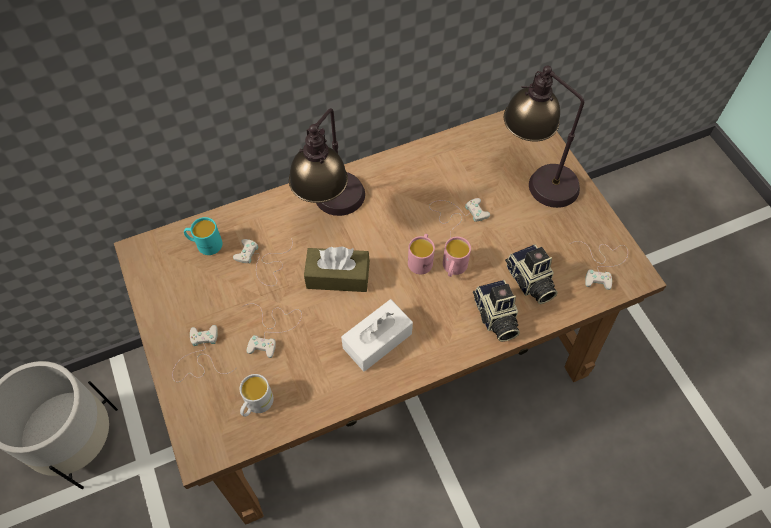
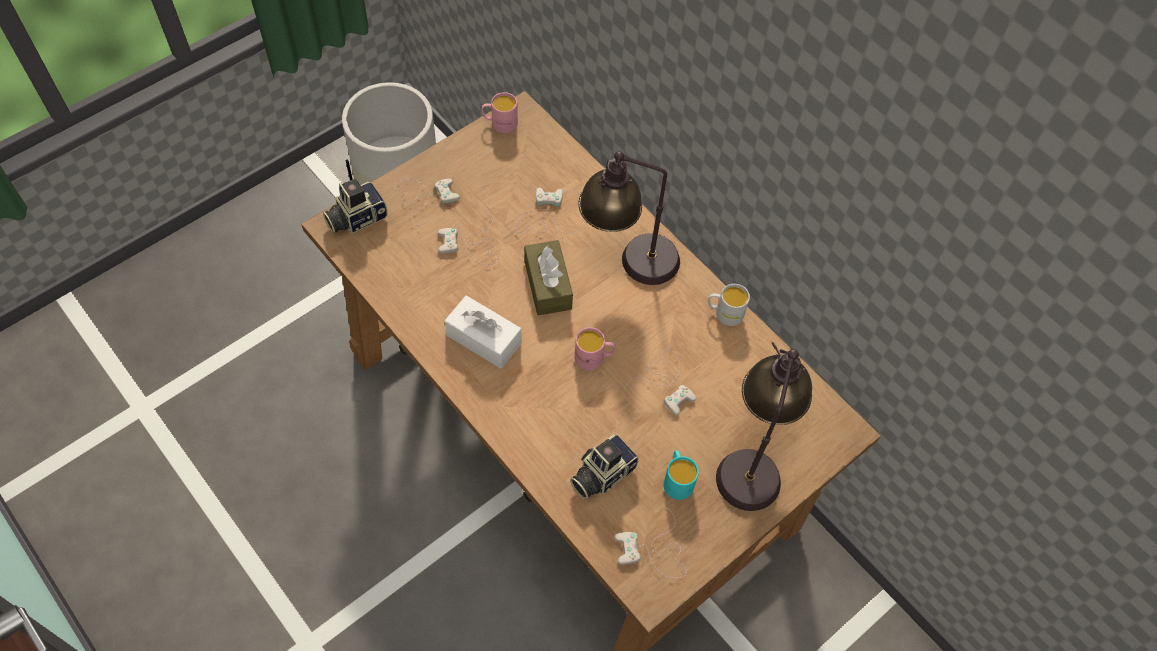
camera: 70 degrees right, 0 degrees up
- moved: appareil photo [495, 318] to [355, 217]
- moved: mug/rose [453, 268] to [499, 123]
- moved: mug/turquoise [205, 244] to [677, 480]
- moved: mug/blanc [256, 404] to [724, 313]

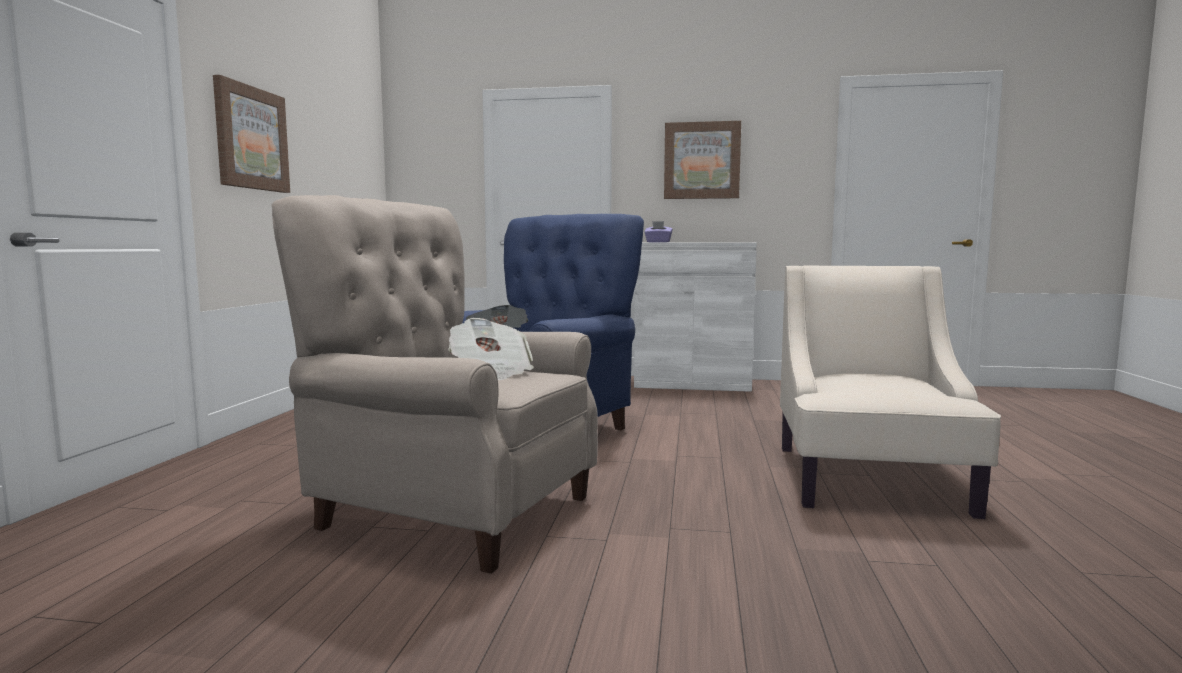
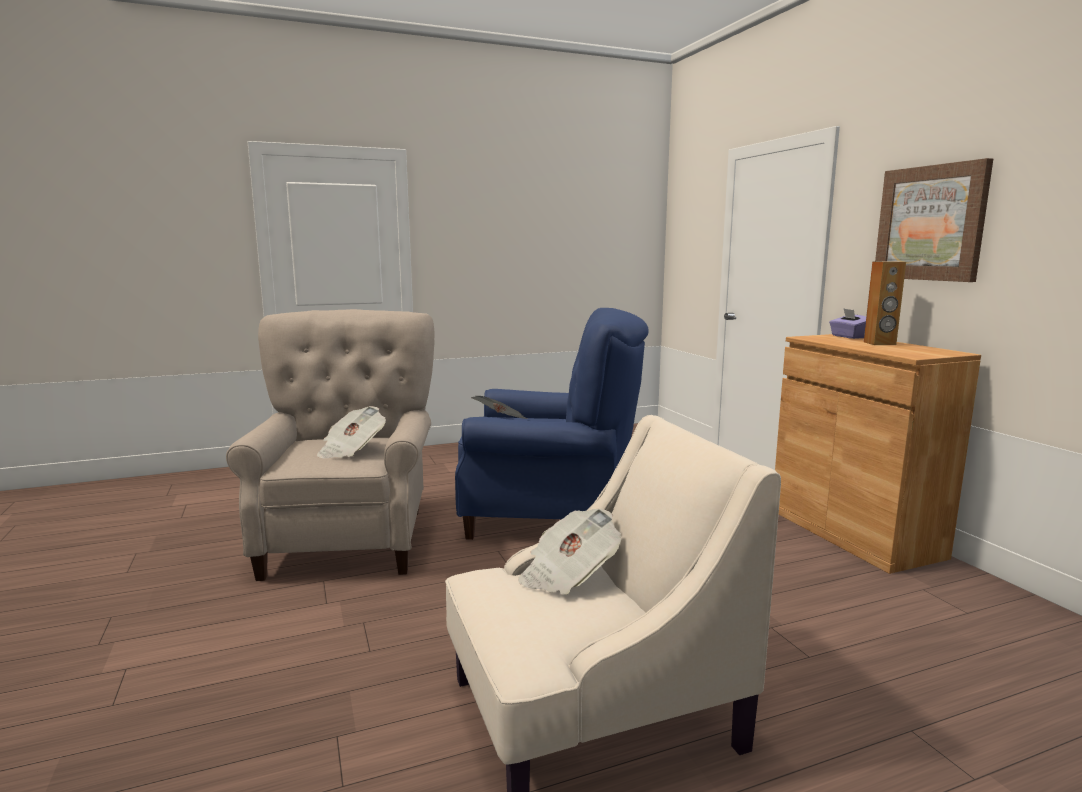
camera: 60 degrees right, 5 degrees up
- added: journal [567, 575]
- recoloured: meuble de rangement/blanc [692, 383] to meuble de rangement/marron [853, 533]
- added: enceinte/marron [879, 343]
- removed: tableau [251, 138]

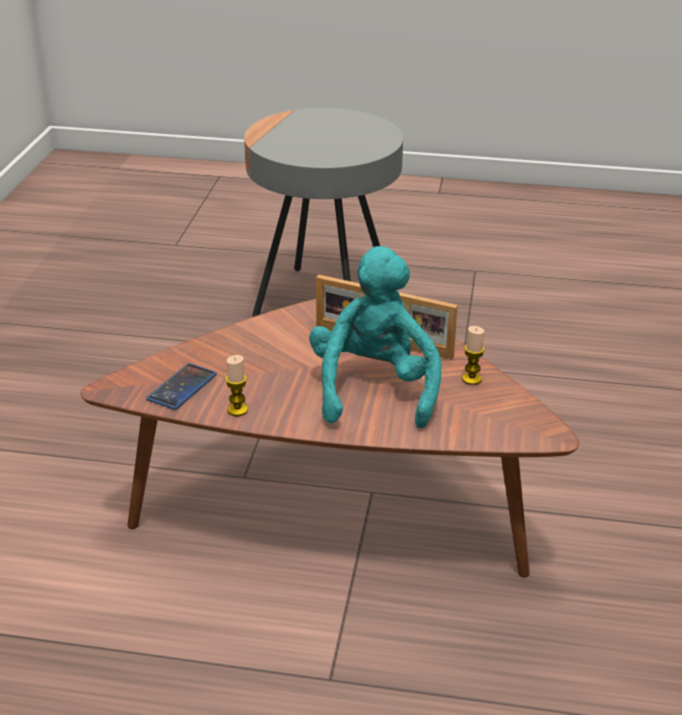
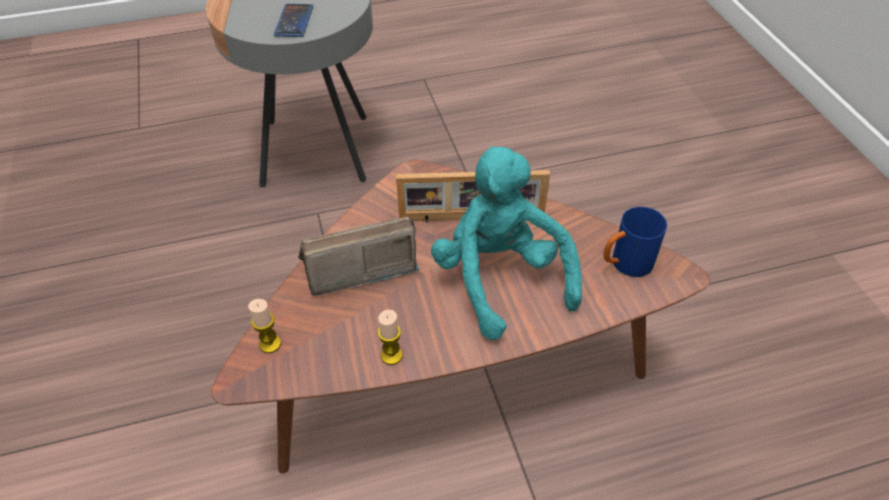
camera: 25 degrees left, 15 degrees up
- moved: bougie [471, 379] to [270, 344]
- moved: téléphone [182, 387] to [294, 21]
- added: radio [356, 268]
- added: mug/bleu [625, 265]

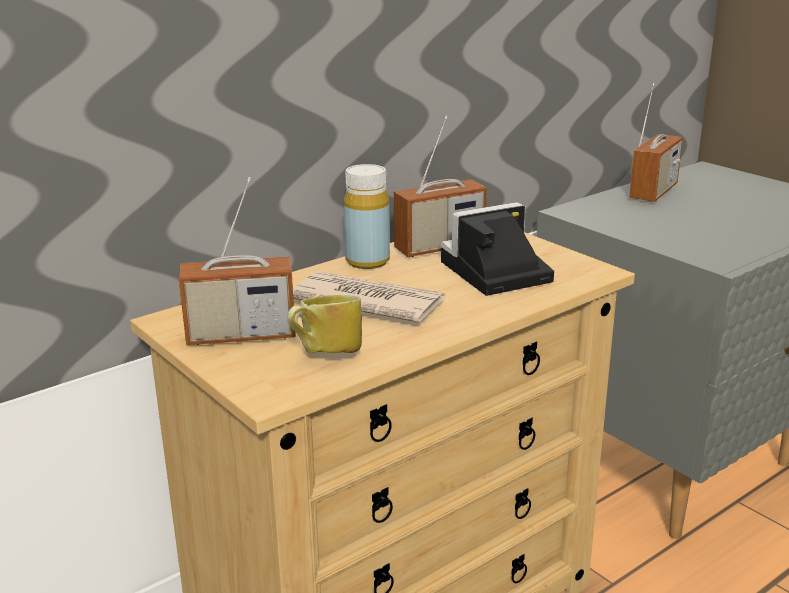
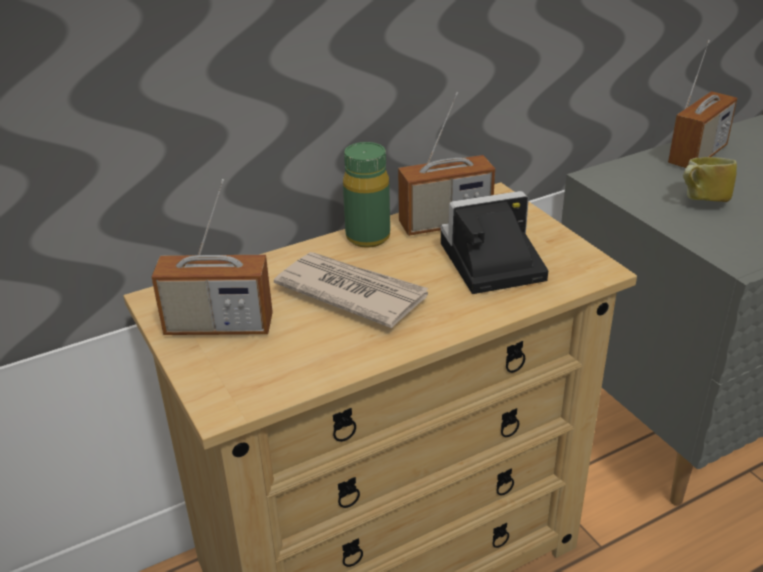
camera: 10 degrees right, 10 degrees up
- recoloured: bouteille/jaune [367, 261] to bouteille/vert [368, 237]
- moved: mug [325, 355] to [700, 202]

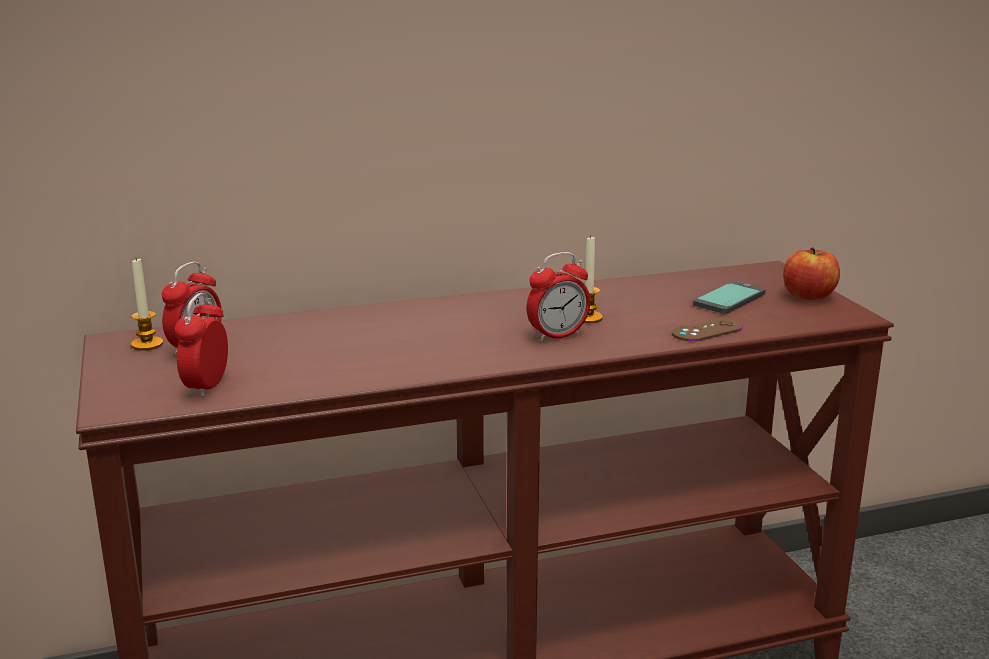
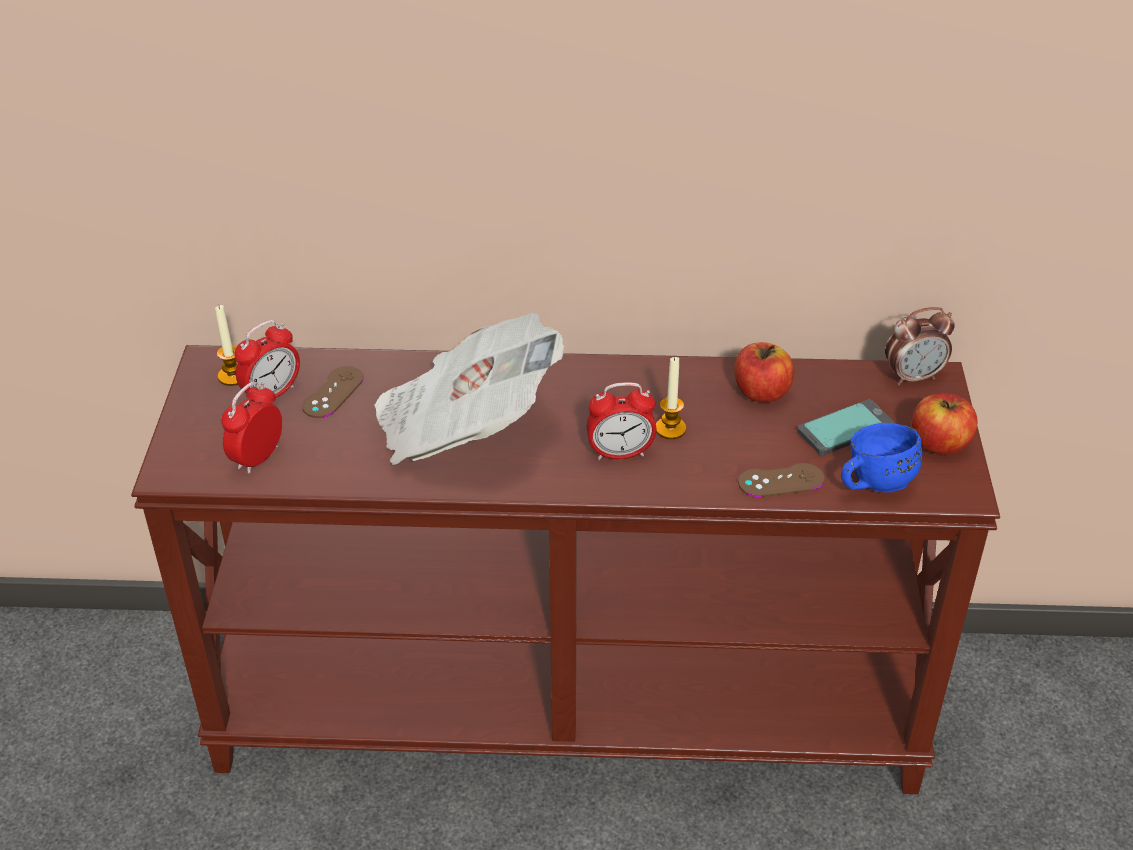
camera: 20 degrees right, 20 degrees up
- added: manette/marron [333, 392]
- added: journal [464, 426]
- added: pomme [761, 392]
- added: mug/bleu [871, 482]
- added: réveil [913, 377]

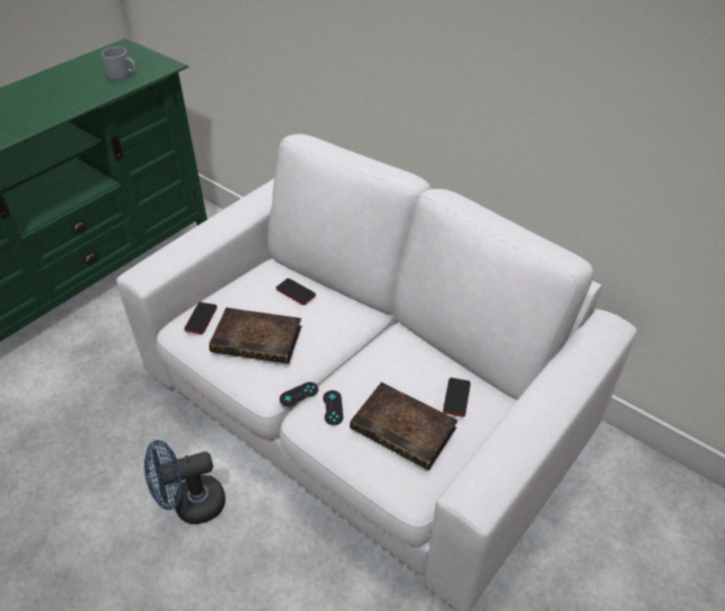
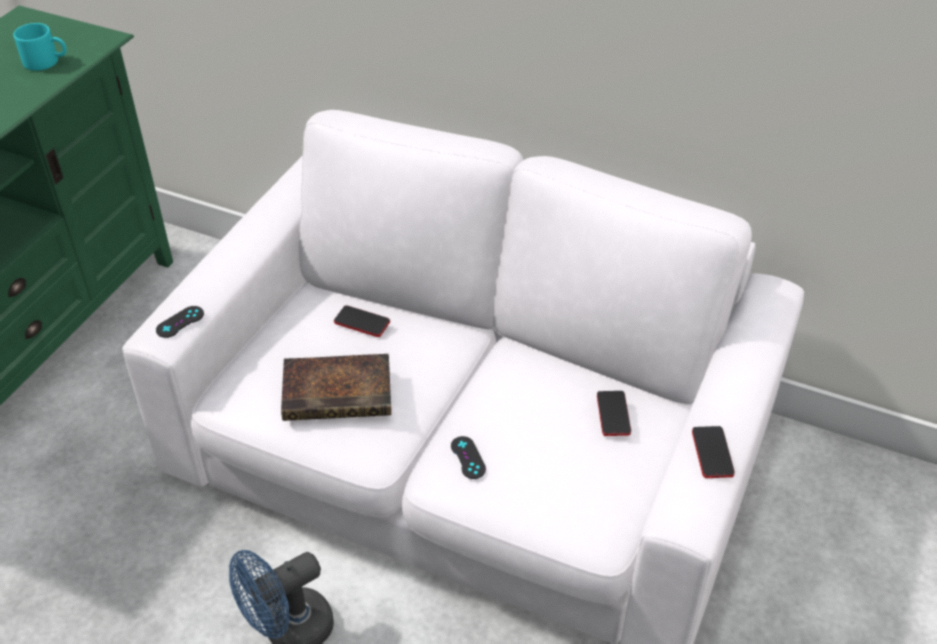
camera: 15 degrees left, 0 degrees up
- recoloured: mug/gris [124, 75] to mug/turquoise [47, 61]
- moved: manette/noir [299, 394] to [180, 322]
- moved: téléphone [201, 318] to [712, 453]
- removed: livre [406, 429]

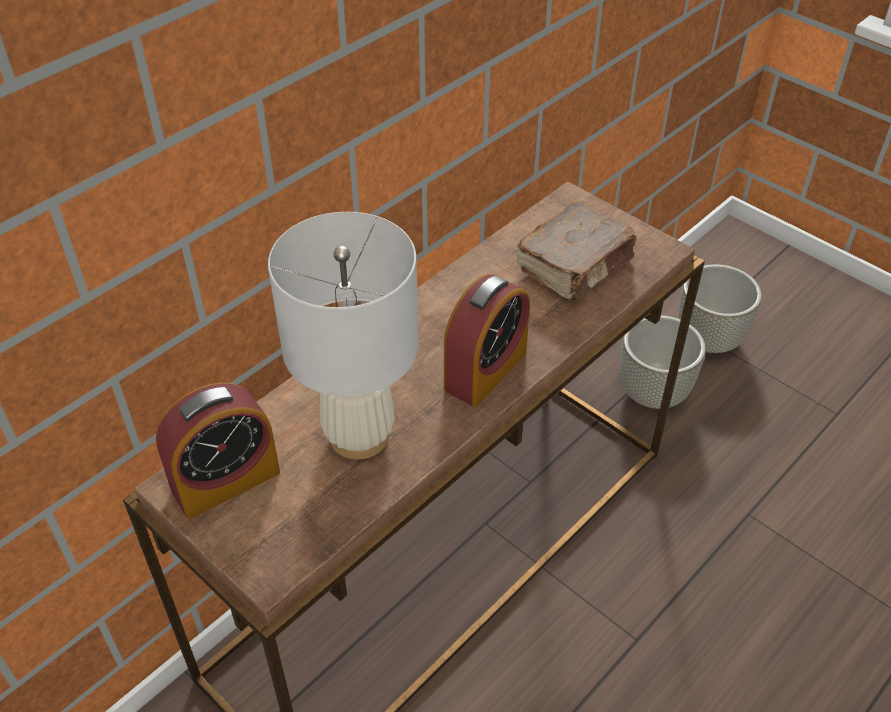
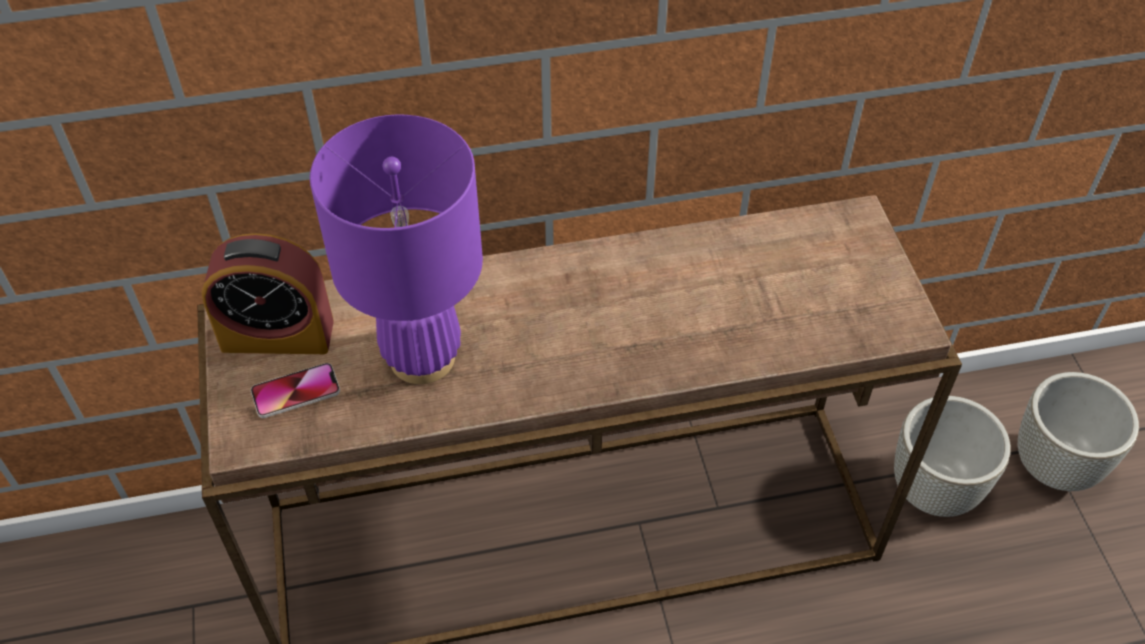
camera: 35 degrees right, 5 degrees up
- added: téléphone [296, 392]
- recoloured: lampe de table/blanc [359, 435] to lampe de table/violet [423, 357]
- removed: réveil [485, 370]
- removed: livre/marron [576, 266]

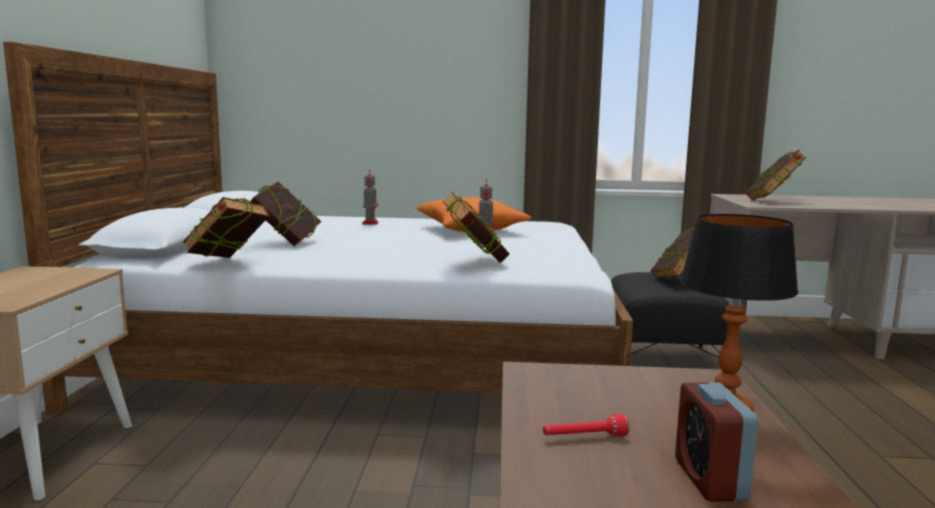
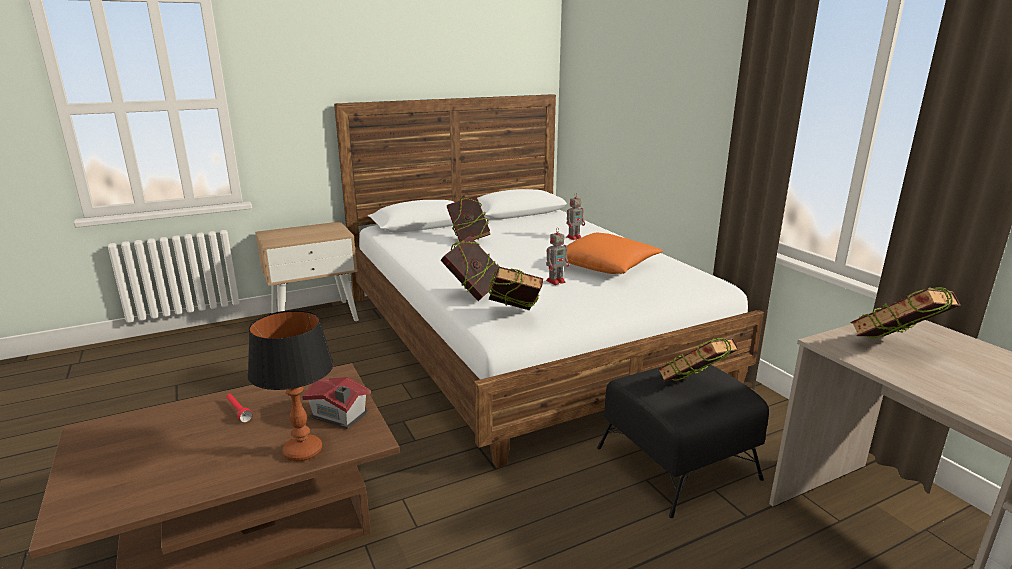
camera: 60 degrees right, 10 degrees up
- added: maison miniature [339, 416]
- moved: livre [228, 263] to [514, 317]
- removed: réveil [709, 480]

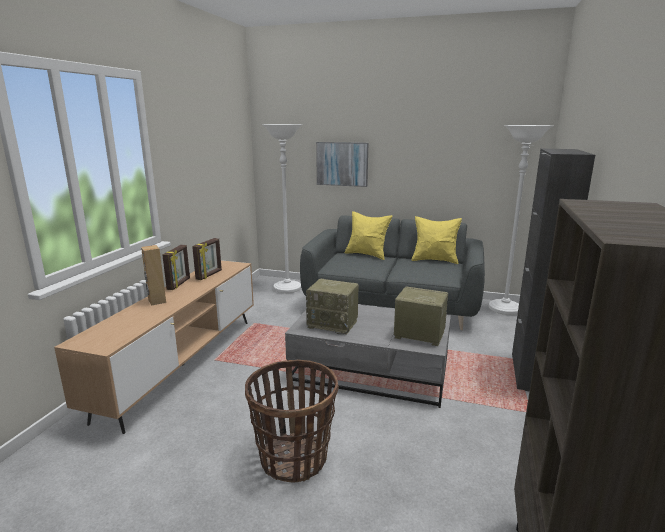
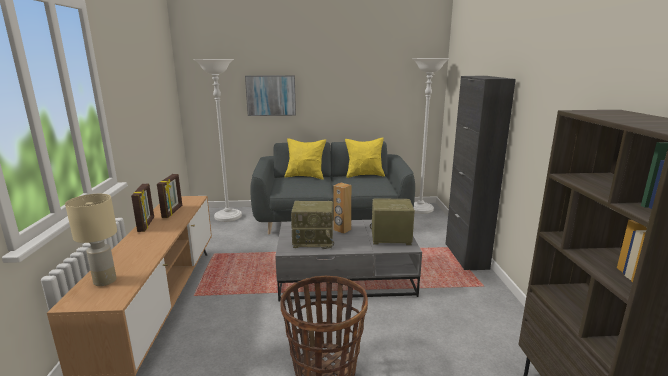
camera: 20 degrees left, 0 degrees up
- added: lampe de table/beige [104, 281]
- moved: enceinte/marron [156, 301] to [342, 230]

